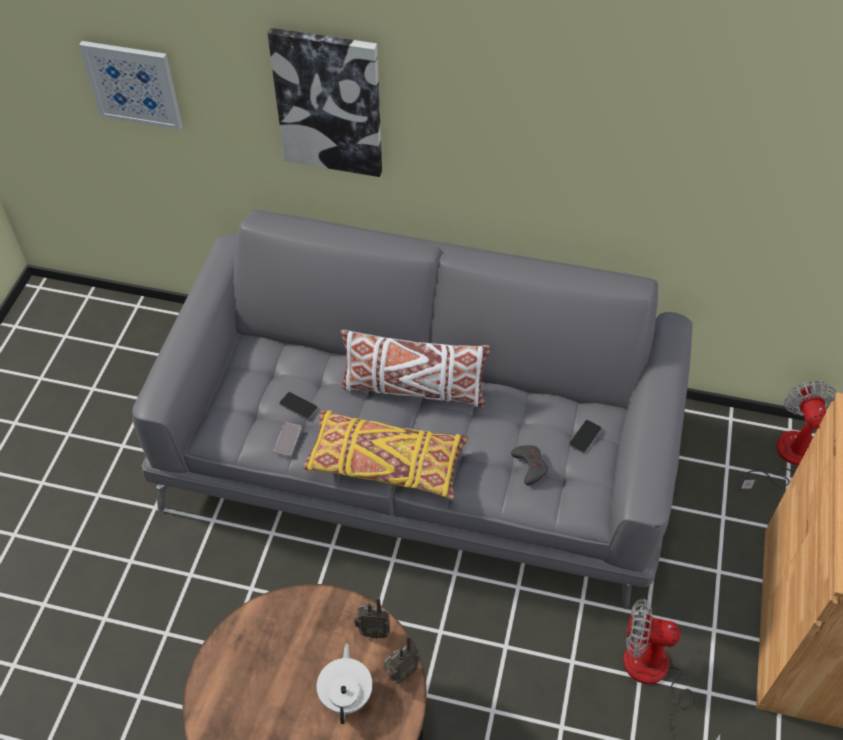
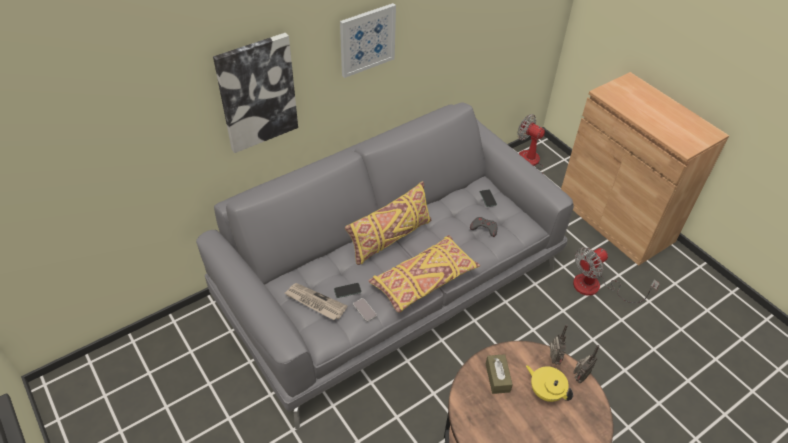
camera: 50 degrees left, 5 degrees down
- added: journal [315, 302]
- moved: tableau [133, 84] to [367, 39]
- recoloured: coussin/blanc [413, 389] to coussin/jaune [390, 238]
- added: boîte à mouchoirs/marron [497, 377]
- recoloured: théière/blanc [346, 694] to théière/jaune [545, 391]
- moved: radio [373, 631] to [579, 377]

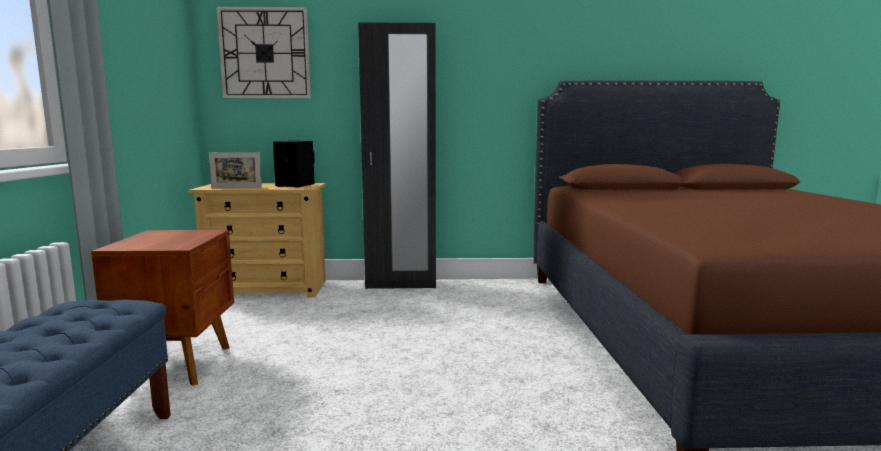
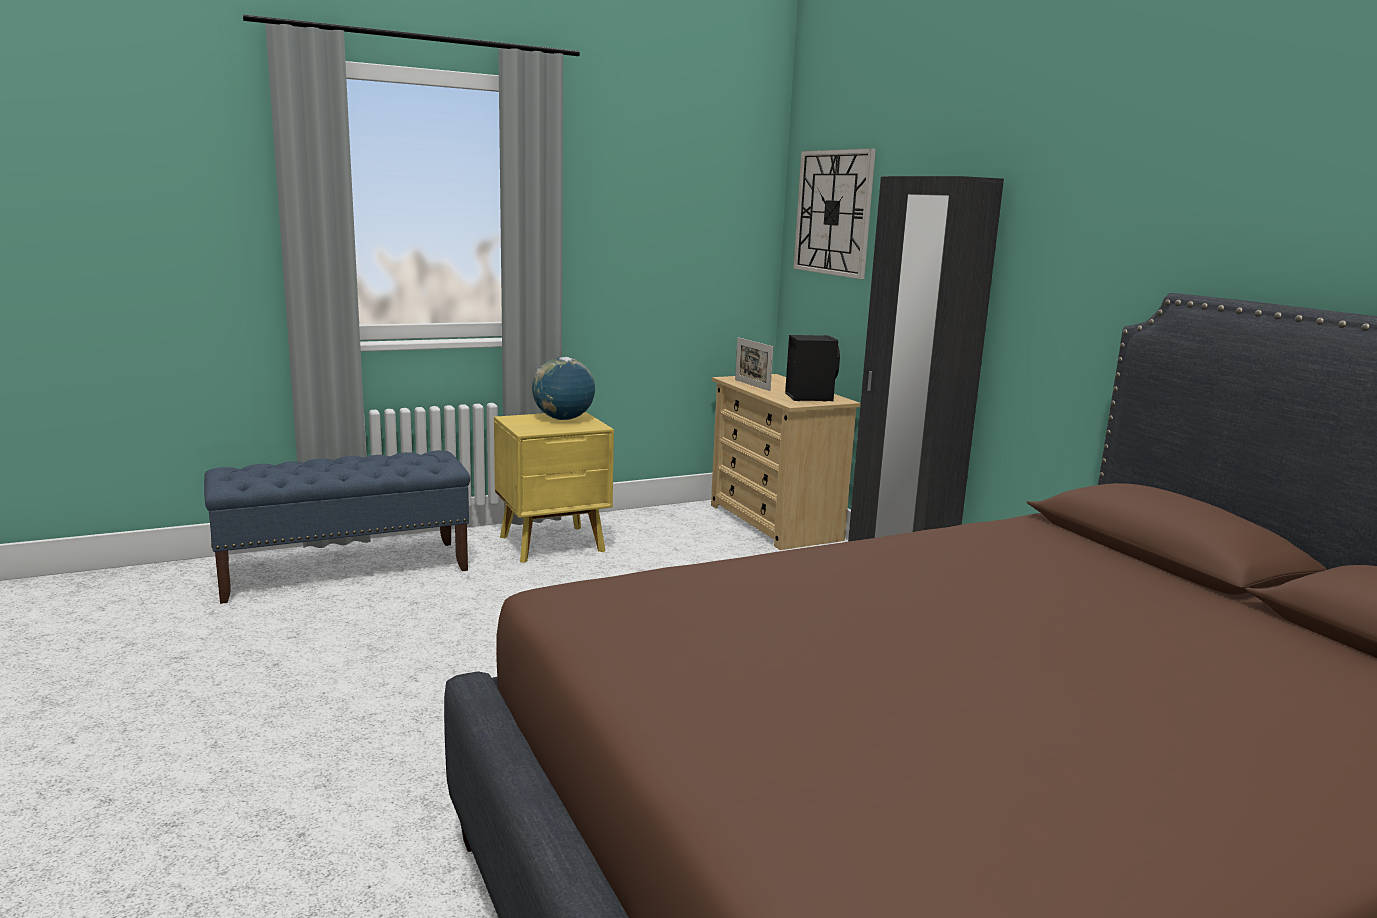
camera: 65 degrees right, 5 degrees up
- recoloured: table de chevet/marron [177, 364] to table de chevet/jaune [554, 544]
- added: globe [563, 419]

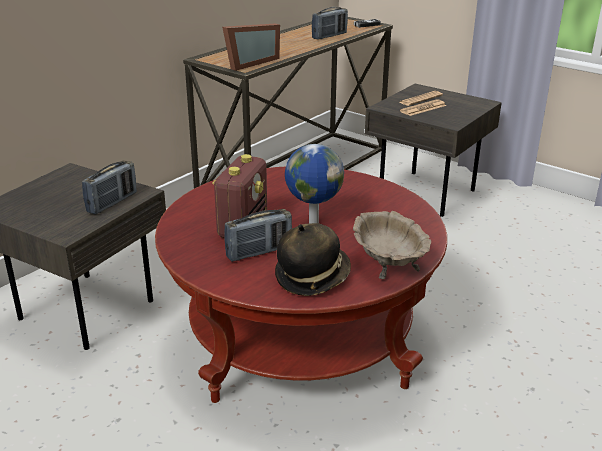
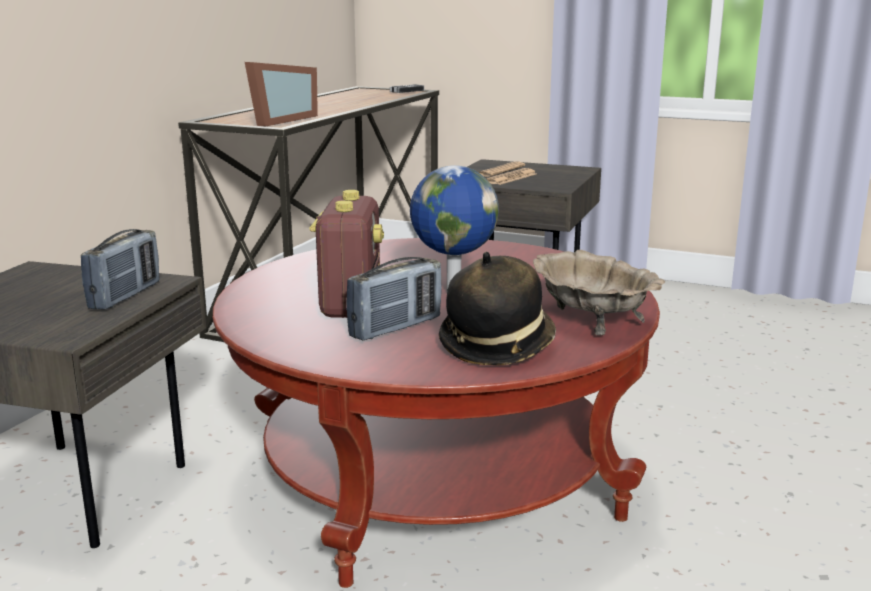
camera: 15 degrees left, 10 degrees down
- removed: radio [329, 36]

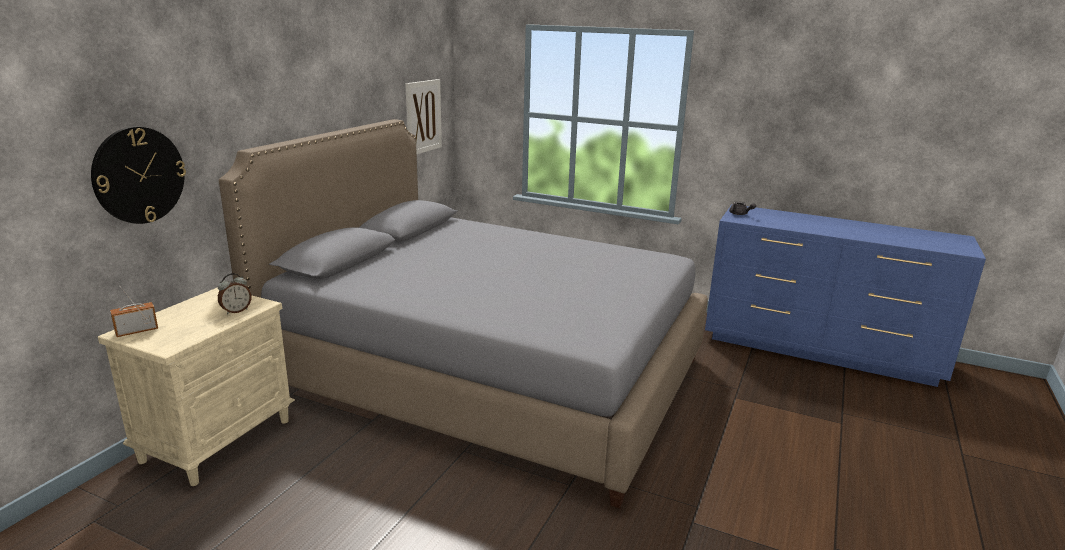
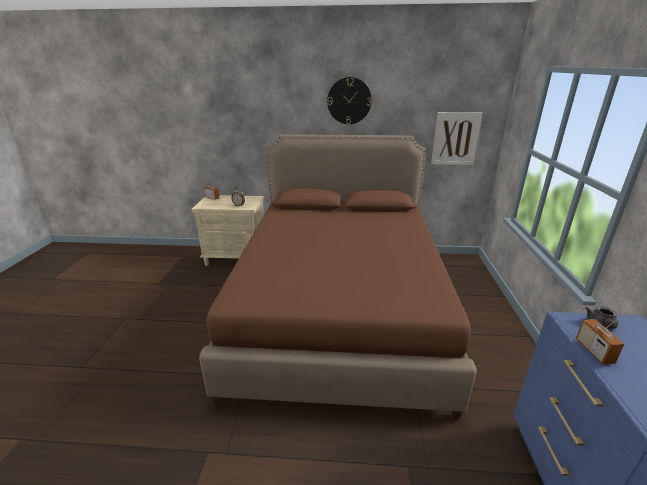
camera: 70 degrees right, 5 degrees up
- recoloured: lit/gris [488, 374] to lit/marron [339, 309]
- moved: horloge murale [139, 175] to [349, 101]
- added: radio [594, 351]

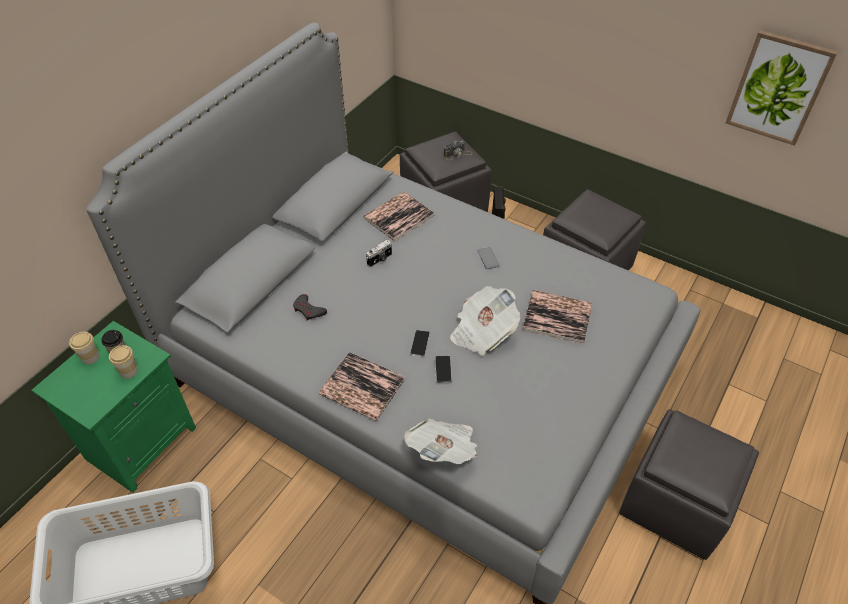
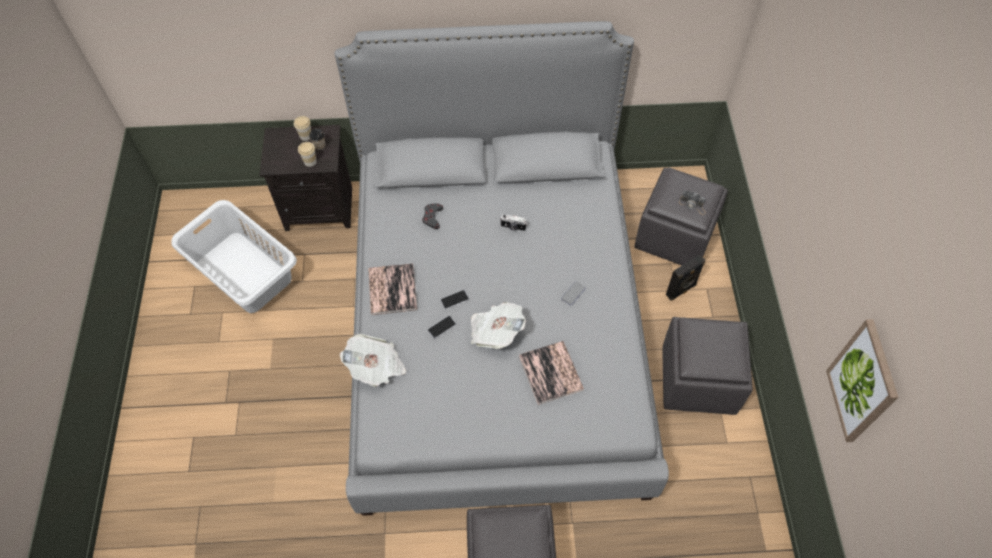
camera: 55 degrees right, 10 degrees up
- recoloured: table de chevet/vert [141, 441] to table de chevet/noir [320, 207]
- removed: livre [399, 217]

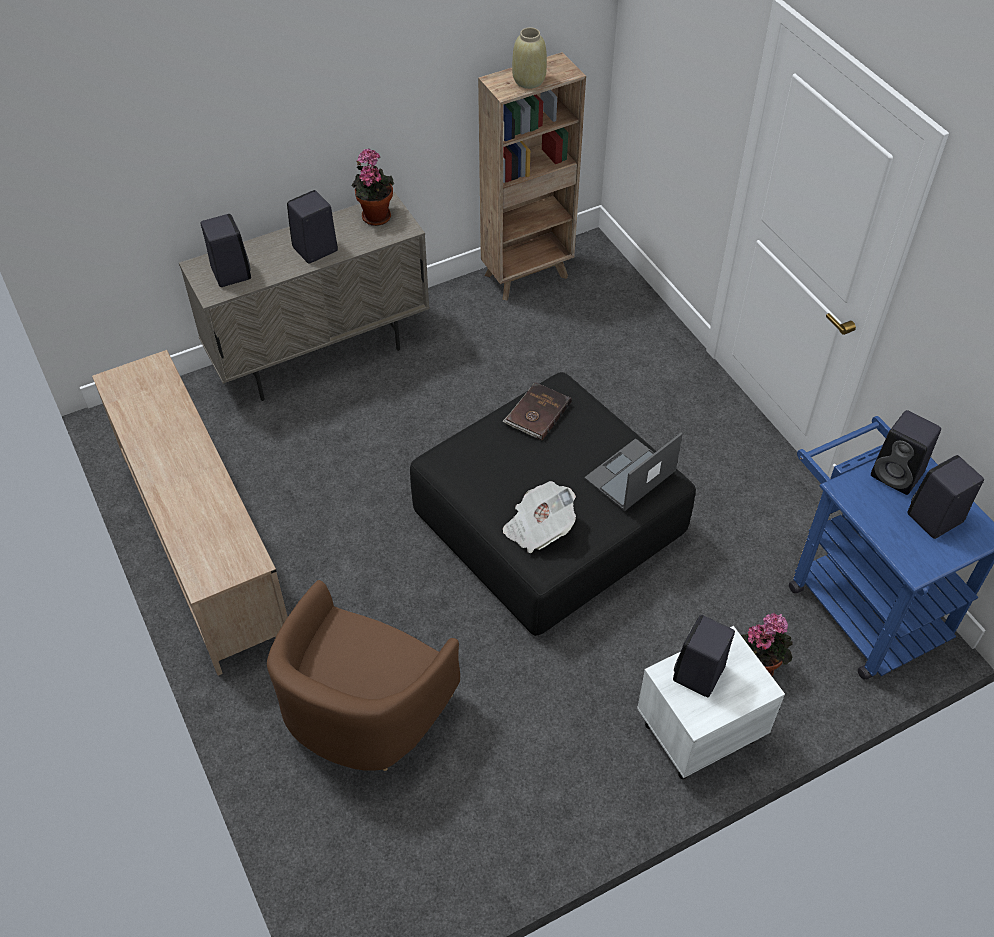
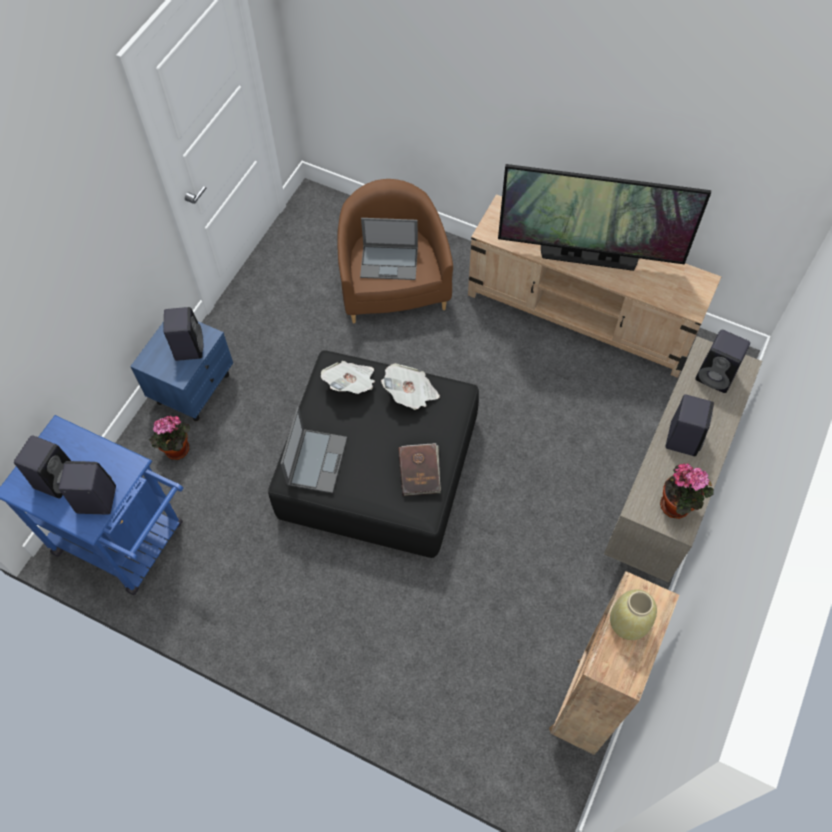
camera: 145 degrees right, 10 degrees up
- recoloured: table de chevet/blanc [698, 732] to table de chevet/bleu [194, 387]
- added: ordinateur portable [390, 262]
- added: journal [411, 394]
- added: téléviseur [588, 256]

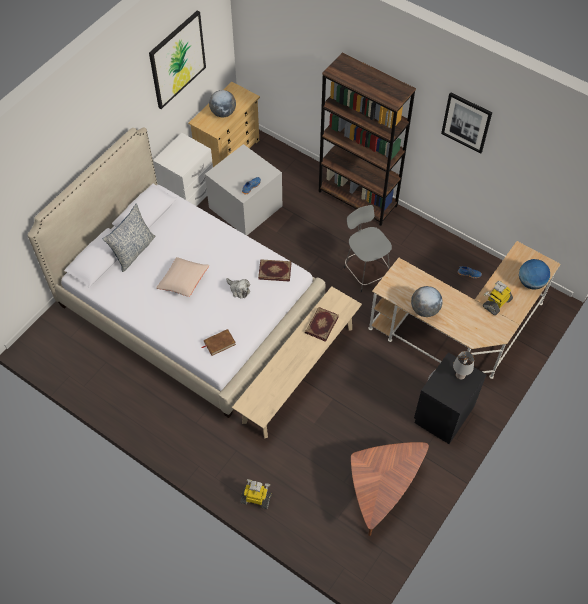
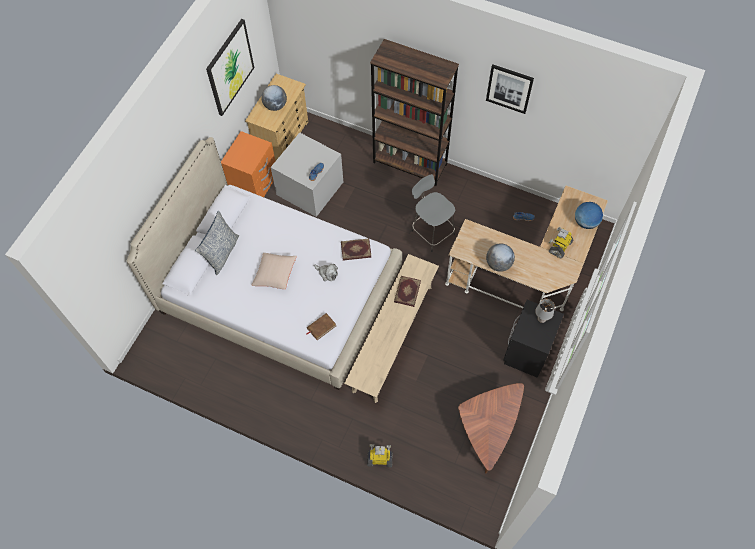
camera: 10 degrees left, 5 degrees up
- recoloured: table de chevet/blanc [188, 194] to table de chevet/orange [254, 185]

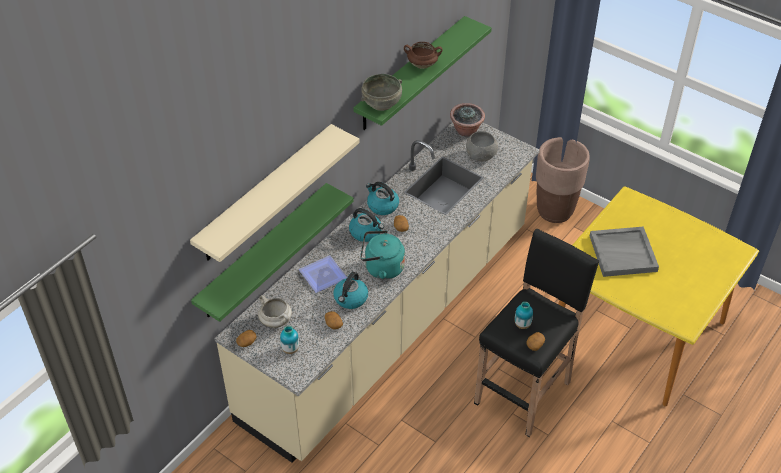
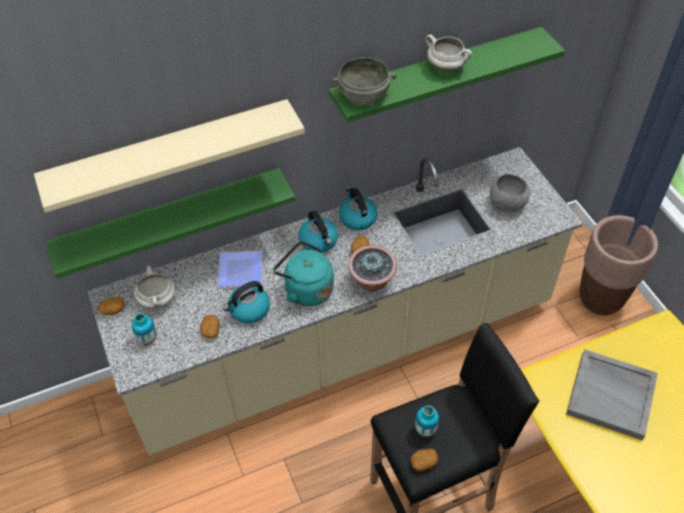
camera: 30 degrees right, 5 degrees up
- moved: plante en pot [466, 130] to [372, 282]
- recoloured: marmite/marron [422, 65] to marmite/blanc [446, 67]

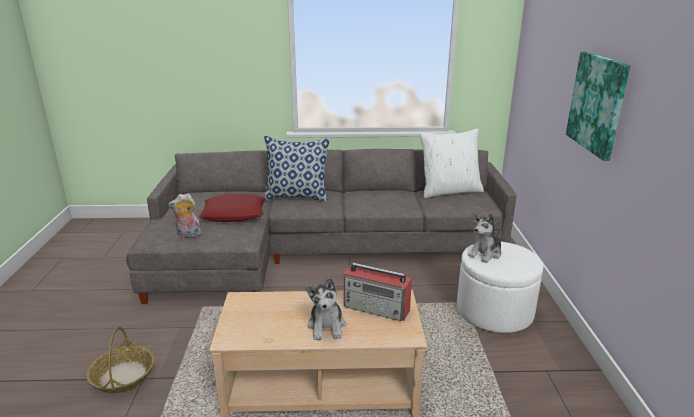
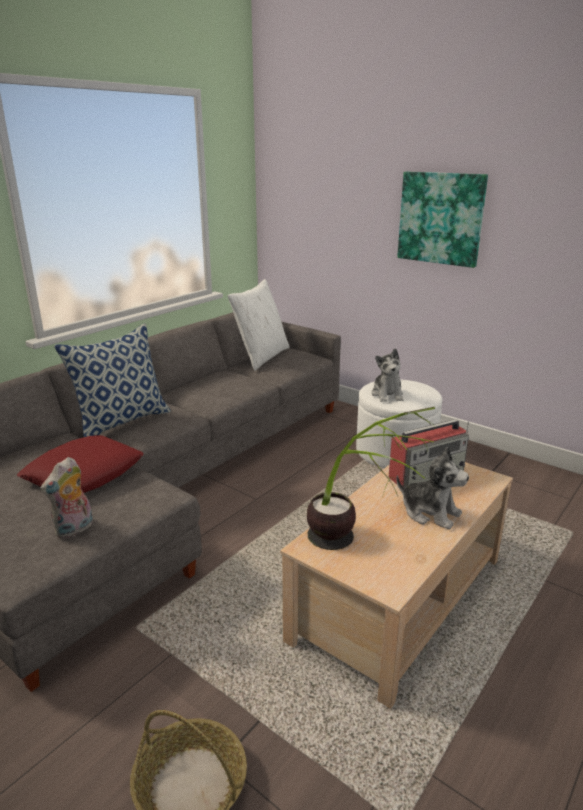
camera: 50 degrees left, 0 degrees up
- added: plante en pot [356, 545]

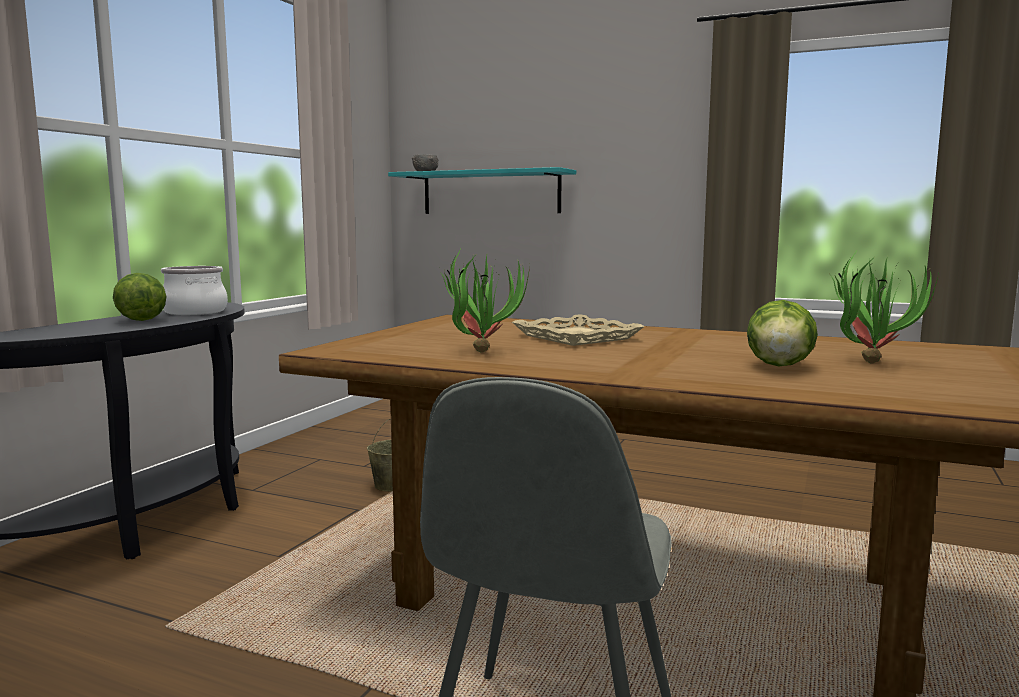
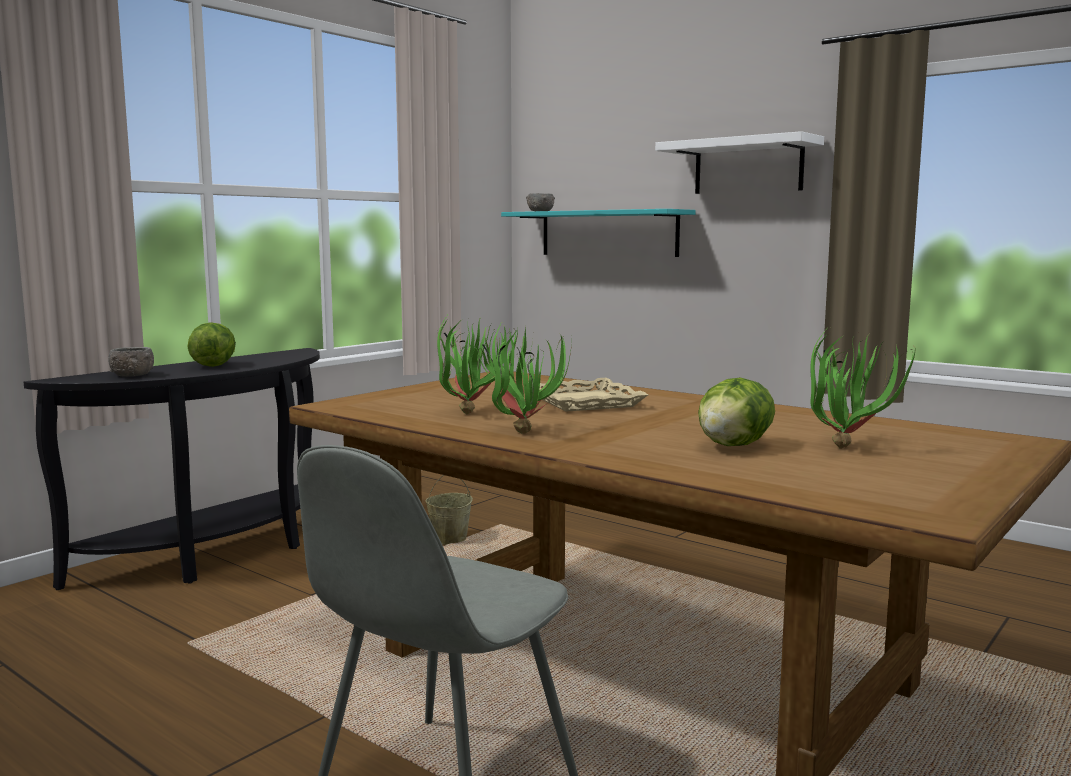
camera: 15 degrees right, 0 degrees up
- added: bol/gris [132, 375]
- added: plante en pot [521, 430]
- added: étagère/blanc [748, 166]
- removed: marmite [194, 312]

